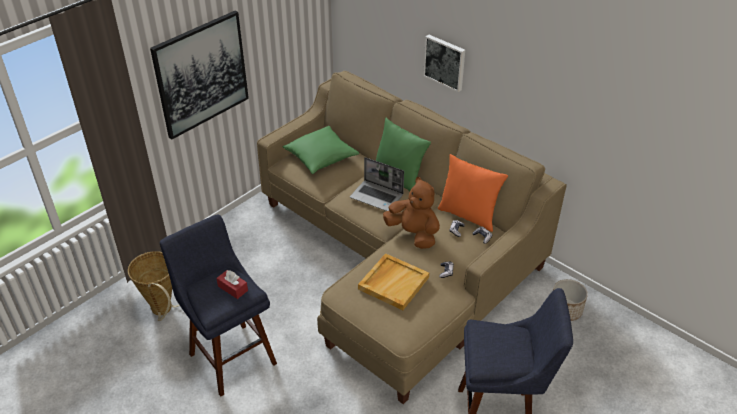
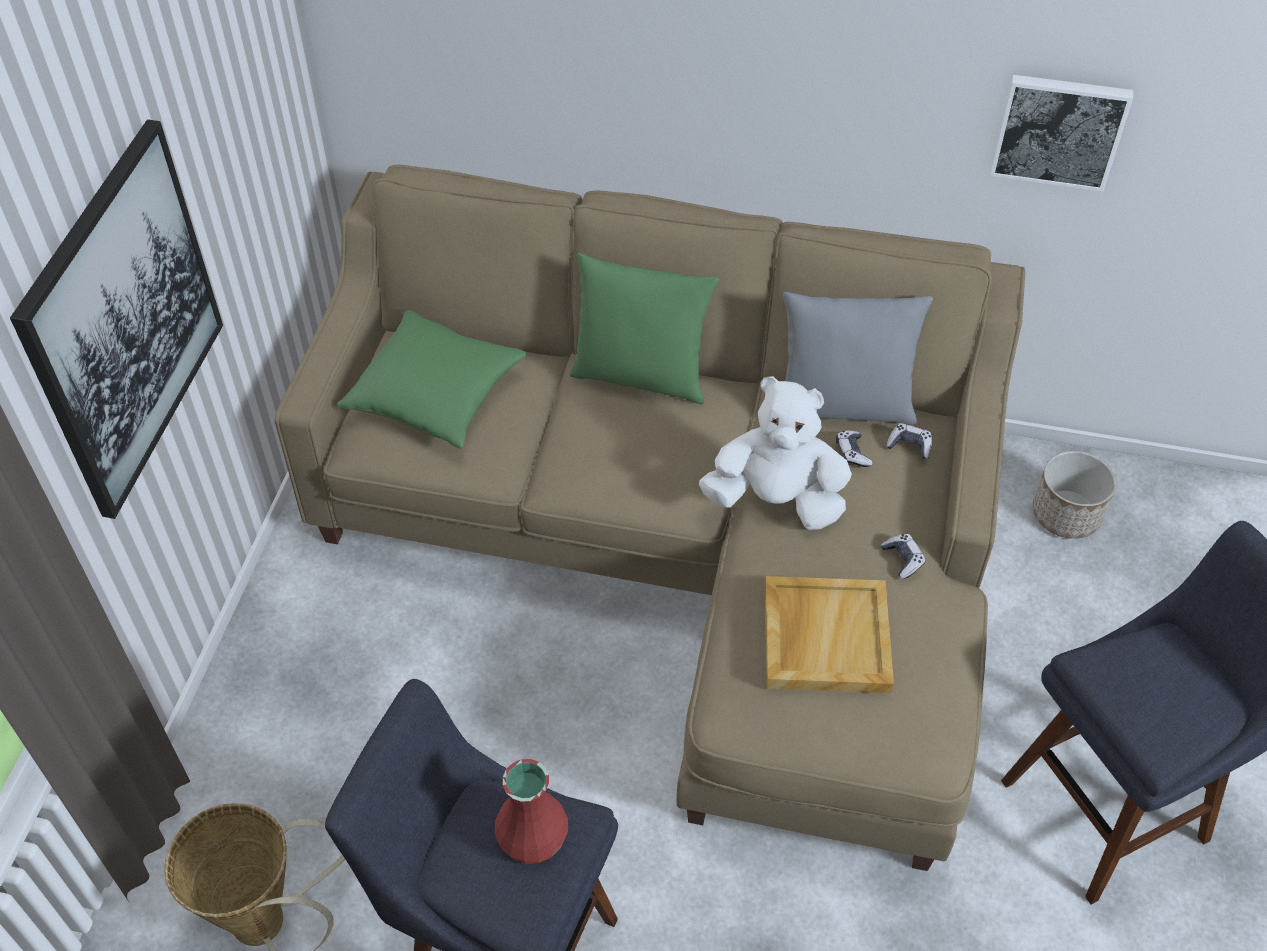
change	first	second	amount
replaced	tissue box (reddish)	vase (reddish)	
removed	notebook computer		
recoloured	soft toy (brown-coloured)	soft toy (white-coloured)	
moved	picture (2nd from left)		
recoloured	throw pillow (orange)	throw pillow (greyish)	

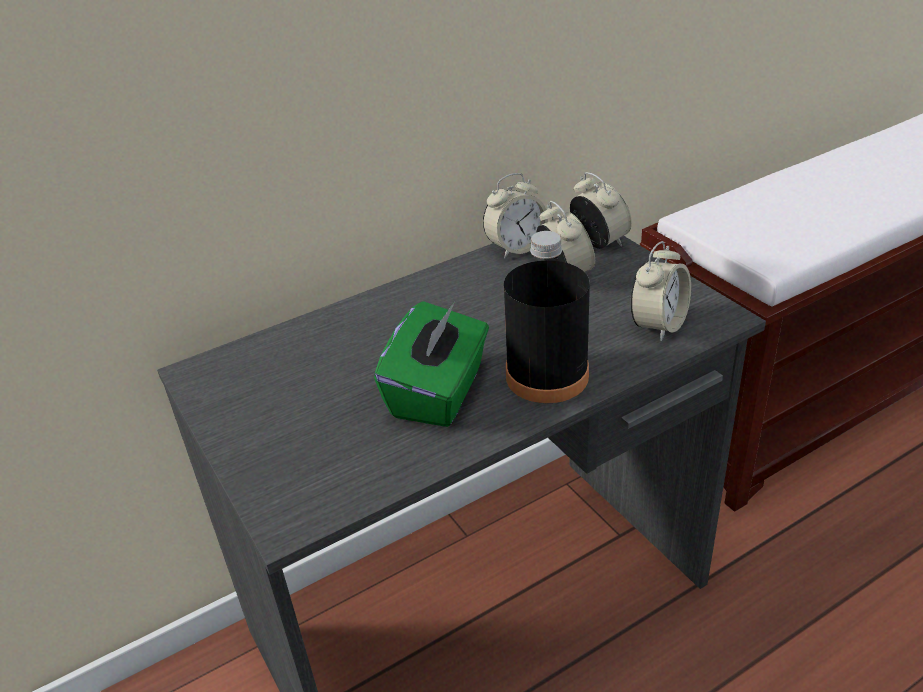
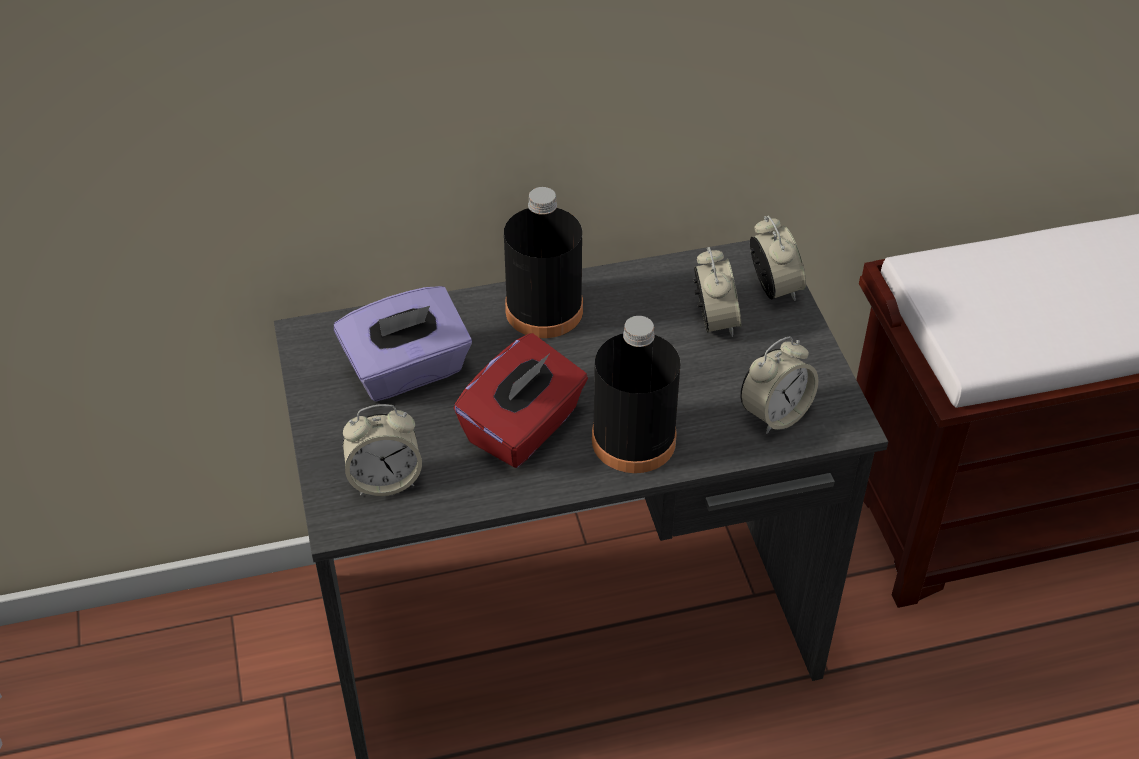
change	first	second	amount
recoloured	tissue box (greenish)	tissue box (reddish)	
moved	alarm clock (1st from left)		
added		tissue box (purple-coloured)	
added		bottle (black) (1st from left)	

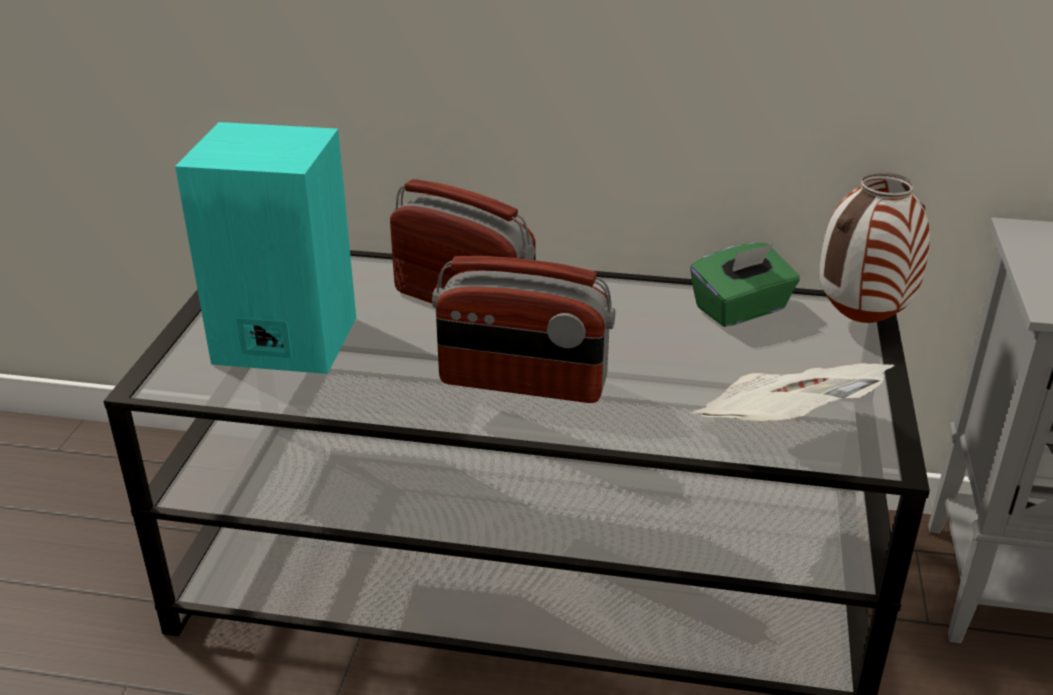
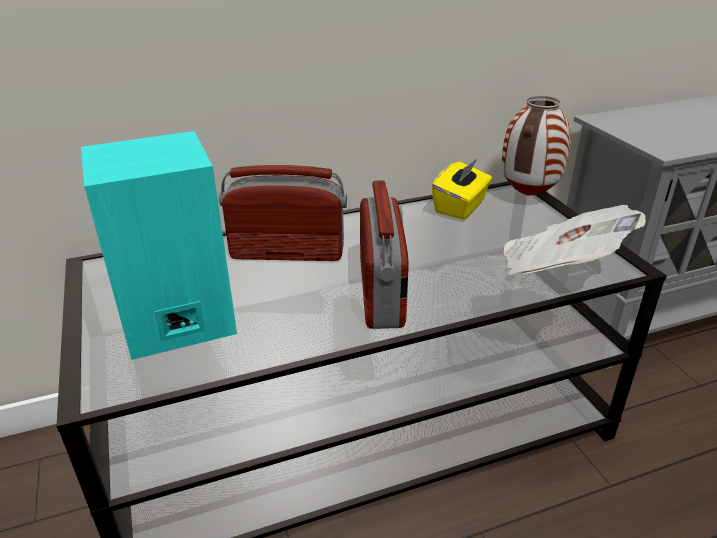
change	first	second	amount
turned	radio receiver (2nd from left)		75 degrees counterclockwise
recoloured	tissue box (greenish)	tissue box (yellow)	

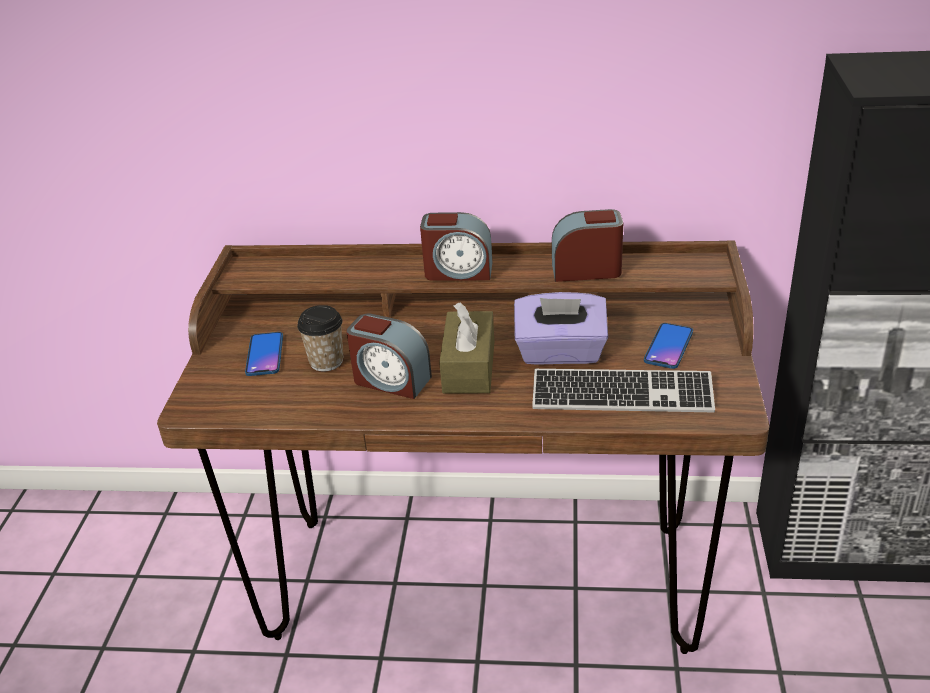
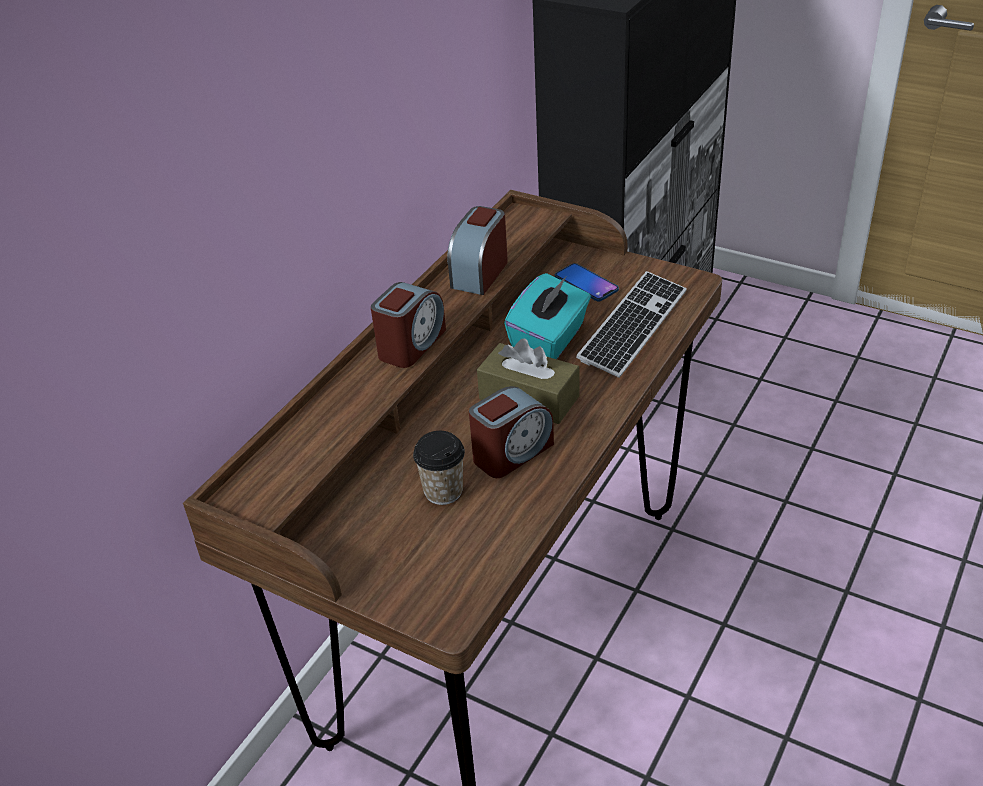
change	first	second	amount
removed	handset (1st from left)		
recoloured	tissue box (purple-coloured)	tissue box (turquoise-coloured)	

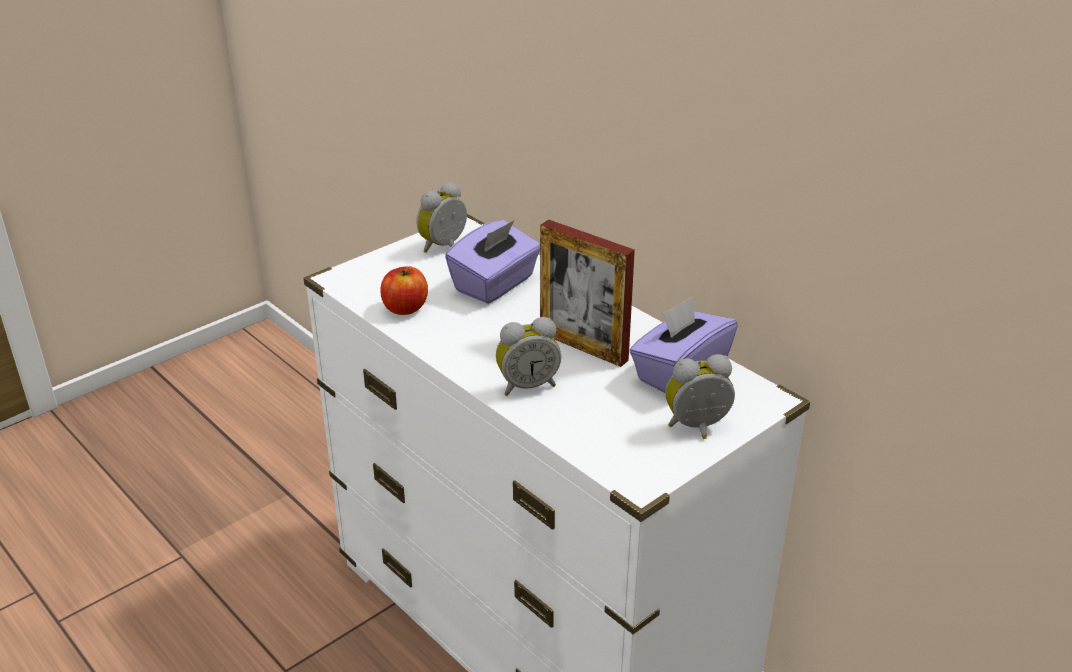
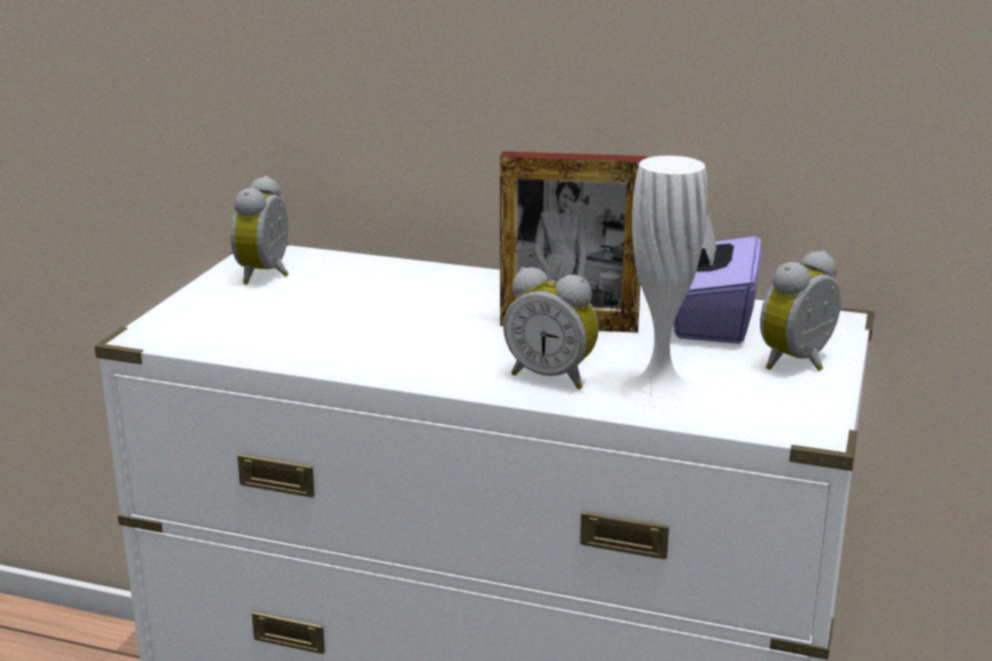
change	first	second	amount
removed	apple		
removed	tissue box (purple-coloured) (1st from left)		
turned	alarm clock (2nd from left)		75 degrees clockwise
added		vase (white-coloured)	

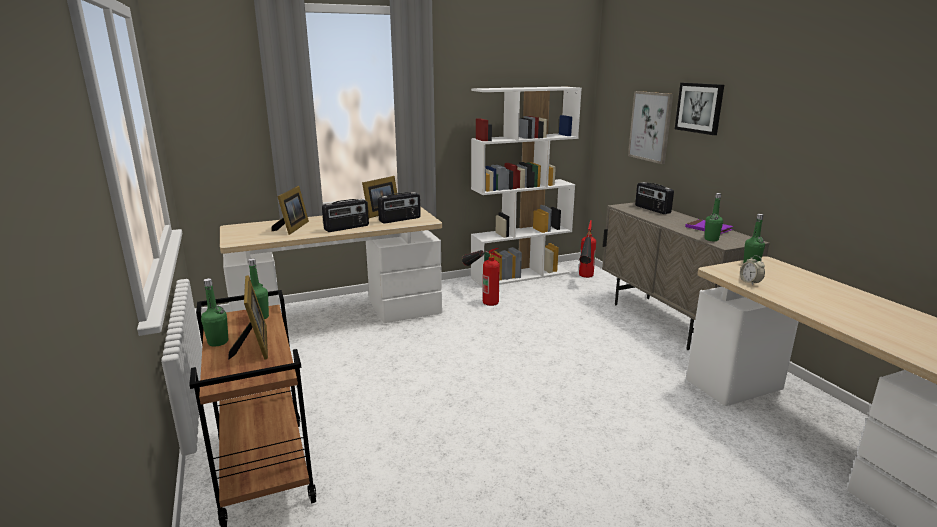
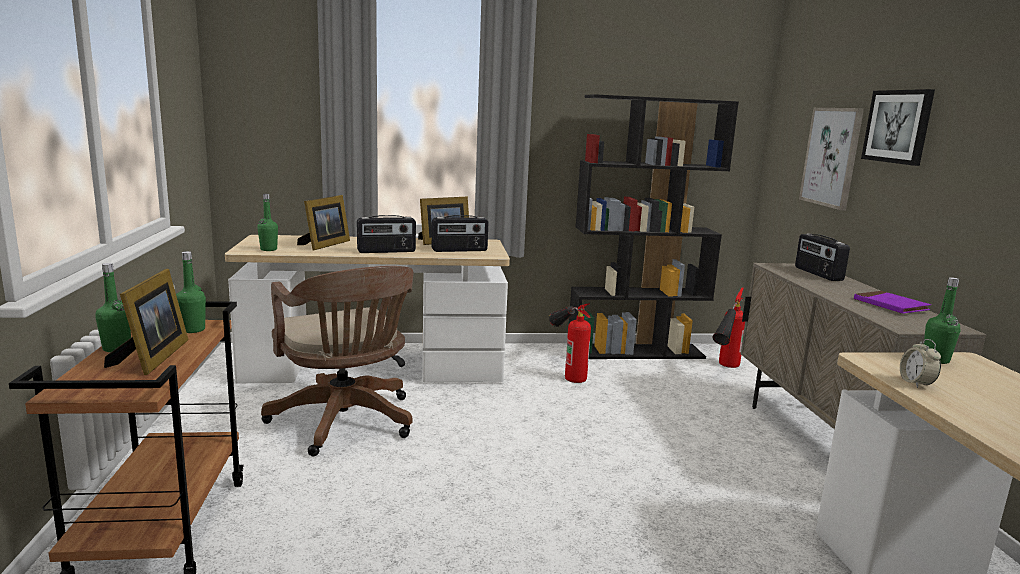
change	first	second	amount
recoloured	bookcase (white-coloured)	bookcase (black)	
moved	bottle (greenish) (3rd from left)		
added		office chair (brown-coloured)	

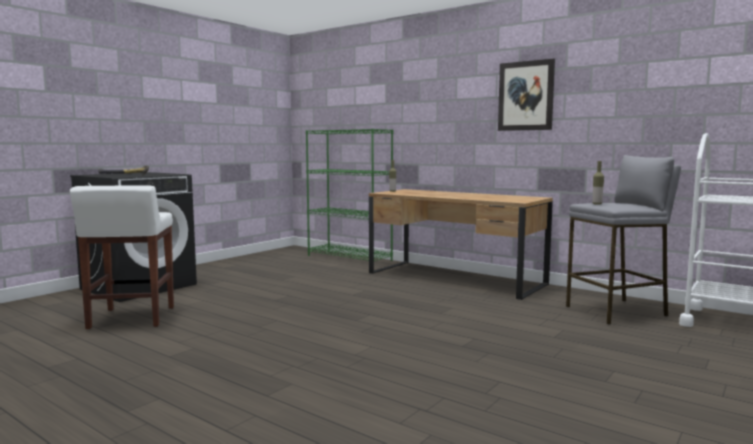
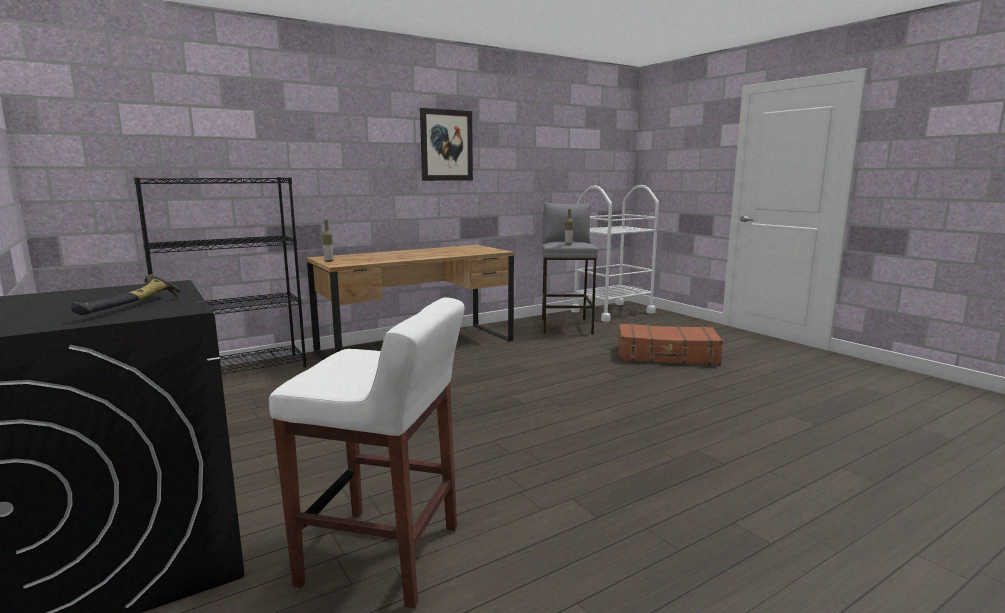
change	first	second	amount
recoloured	bookcase (greenish)	bookcase (black)	
added		piece of luggage (brown-coloured)	

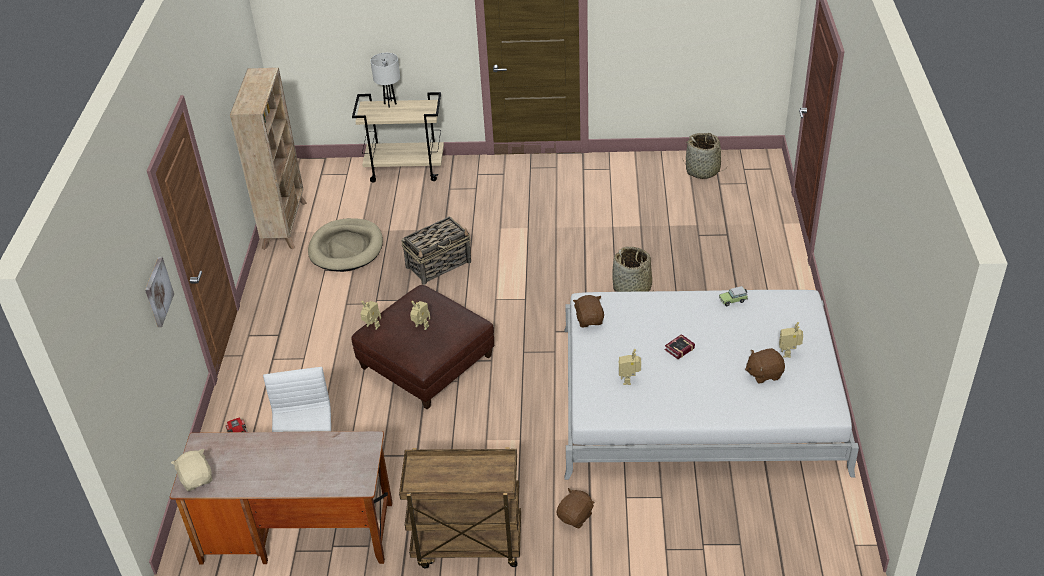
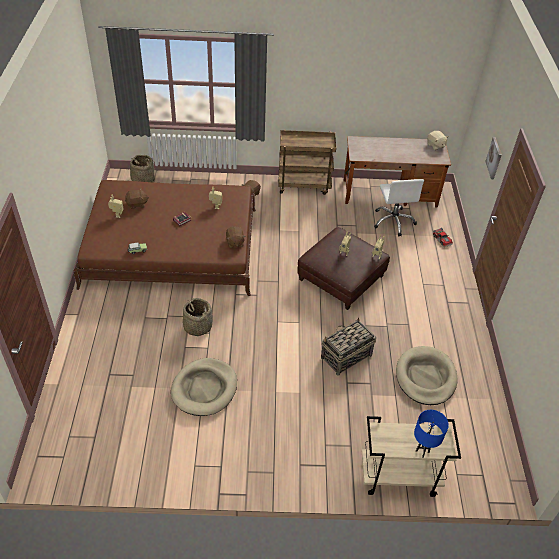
change	first	second	amount
removed	bookcase (sand-coloured)		
recoloured	lamp for a table (white-coloured)	lamp for a table (bluish)	
recoloured	sleeping bed (white-coloured)	sleeping bed (brown-coloured)	
moved	storage basket (3rd from left in the first image)	storage basket (1st from left)	
added		dog bed (sand-coloured) (1st from left)	

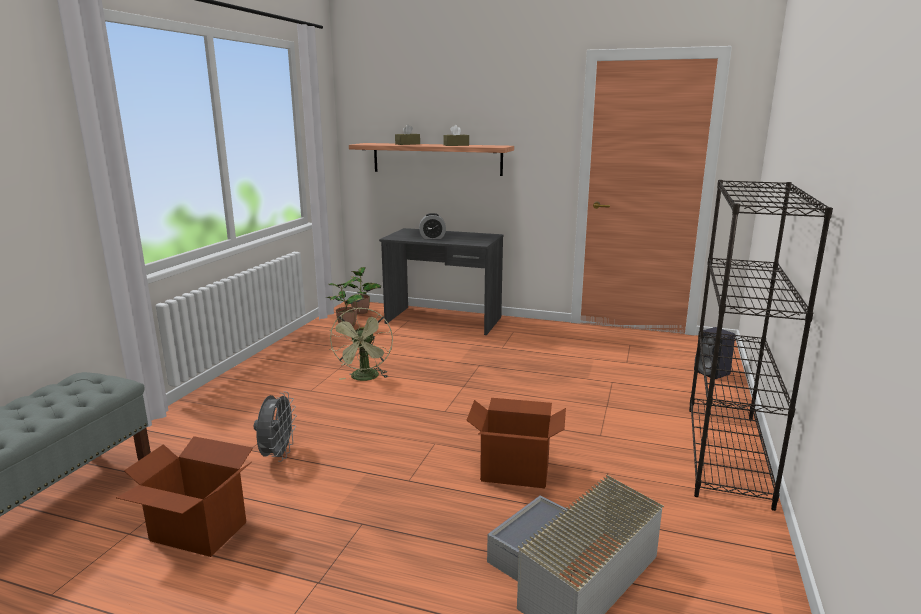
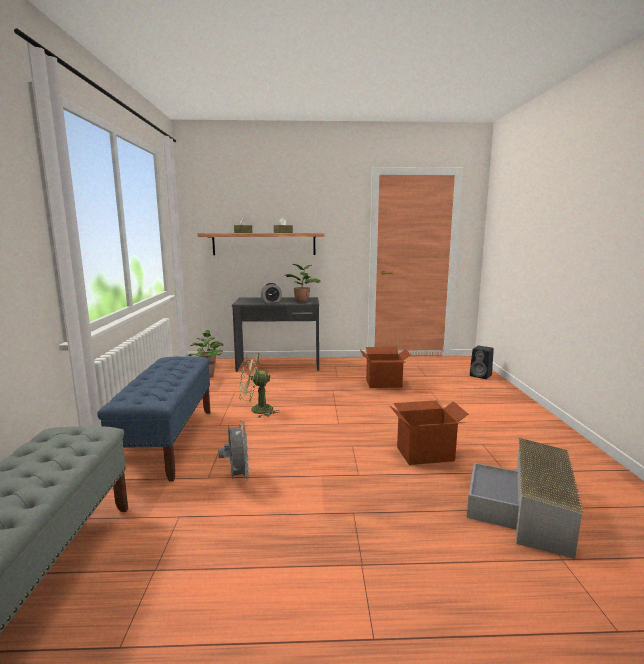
change	first	second	amount
moved	carton (1st from left)		
turned	electric fan (greenish)		105 degrees clockwise
removed	bookcase (black)		
added		long seat (bluish)	
added		potted plant (3rd from left)	

